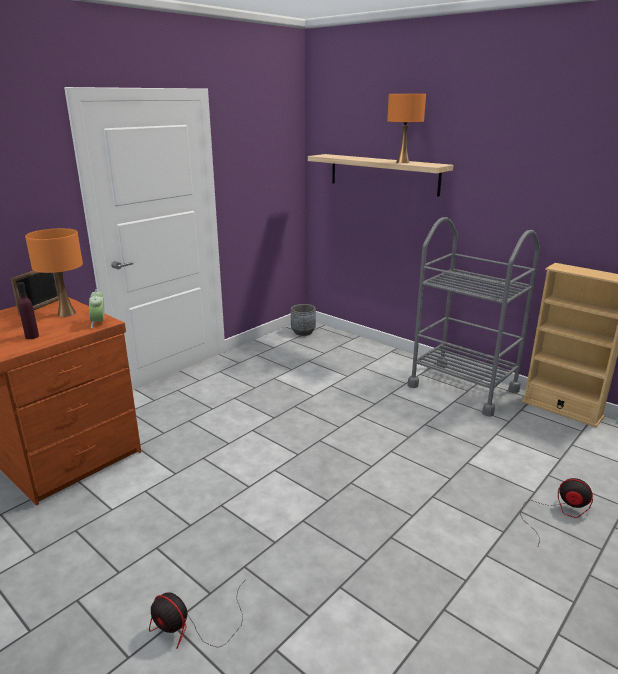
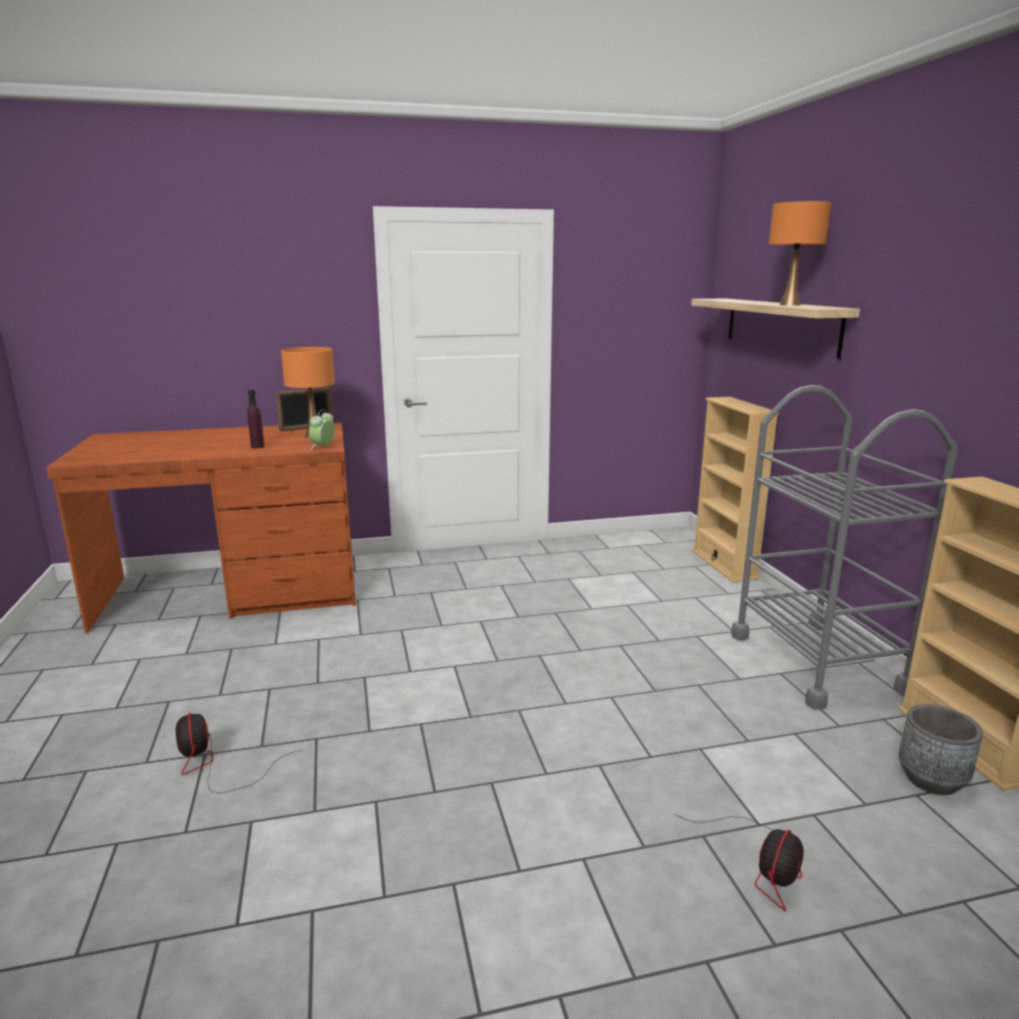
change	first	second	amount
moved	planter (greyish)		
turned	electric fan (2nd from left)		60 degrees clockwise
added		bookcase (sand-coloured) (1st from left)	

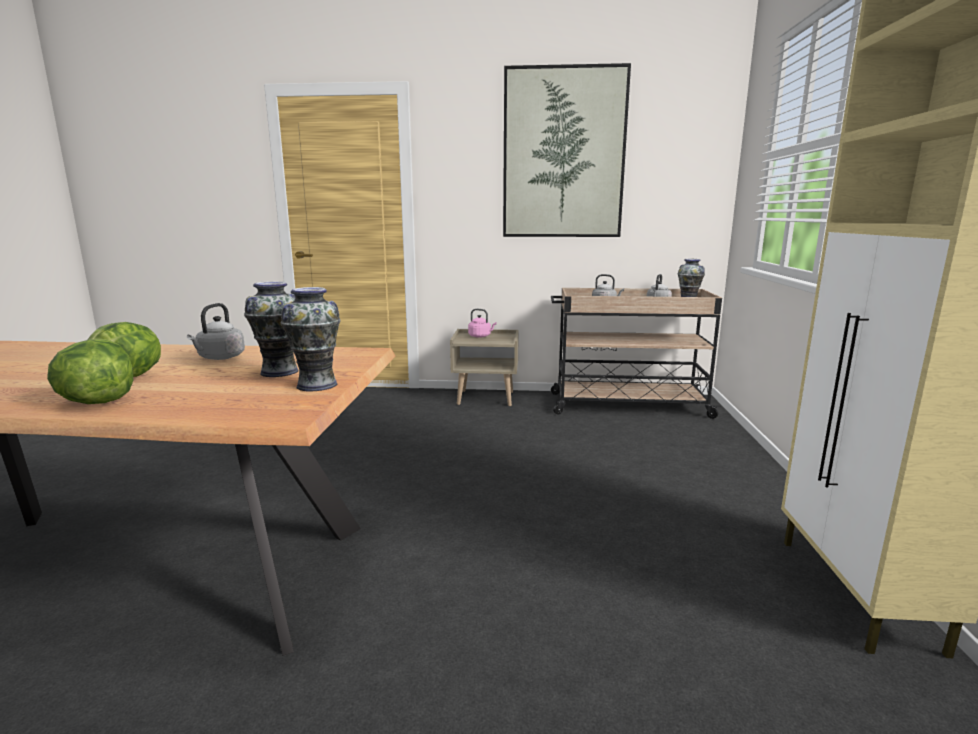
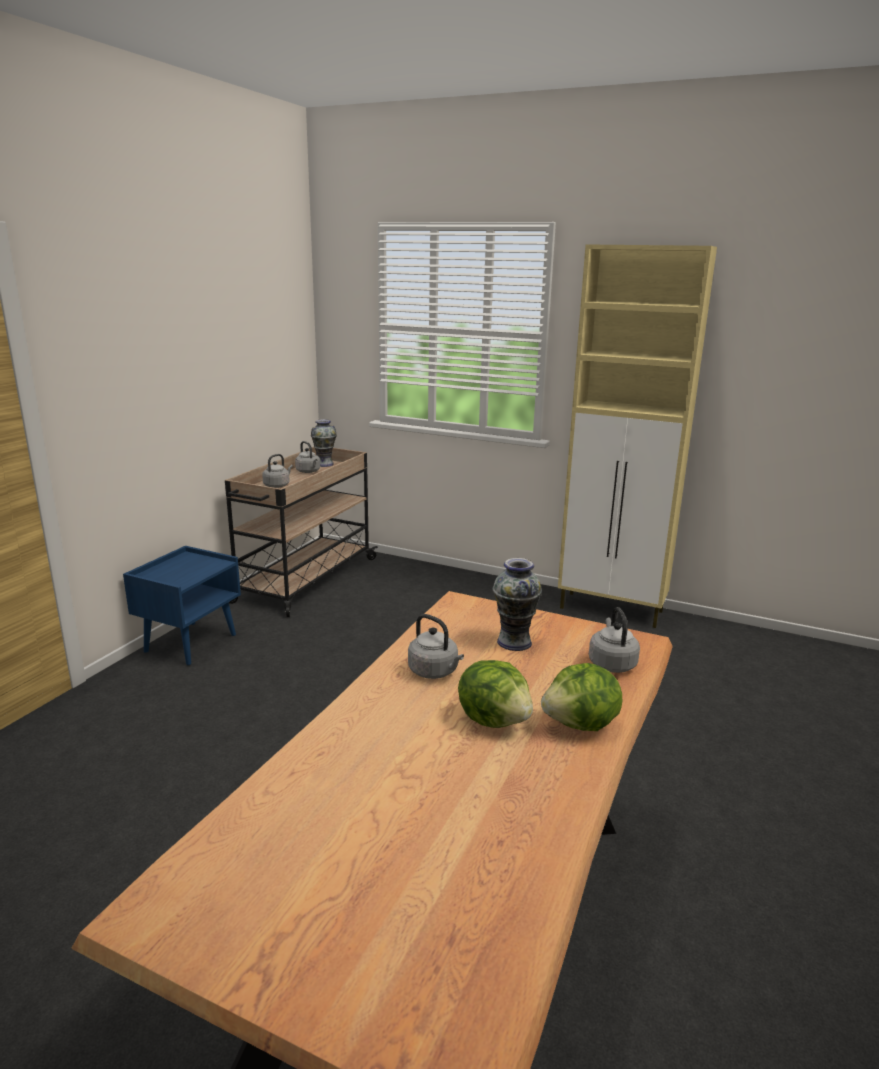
change	first	second	amount
removed	vase (2nd from left)		
recoloured	night table (sand-coloured)	night table (bluish)	
removed	tea kettle (pinkish)		
removed	picture		
added		tea kettle (greyish) (4th from left)	

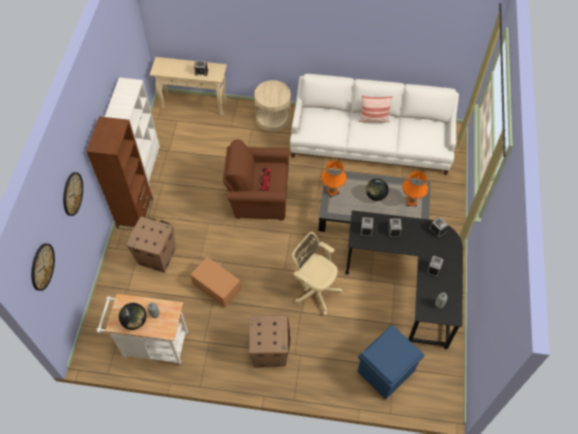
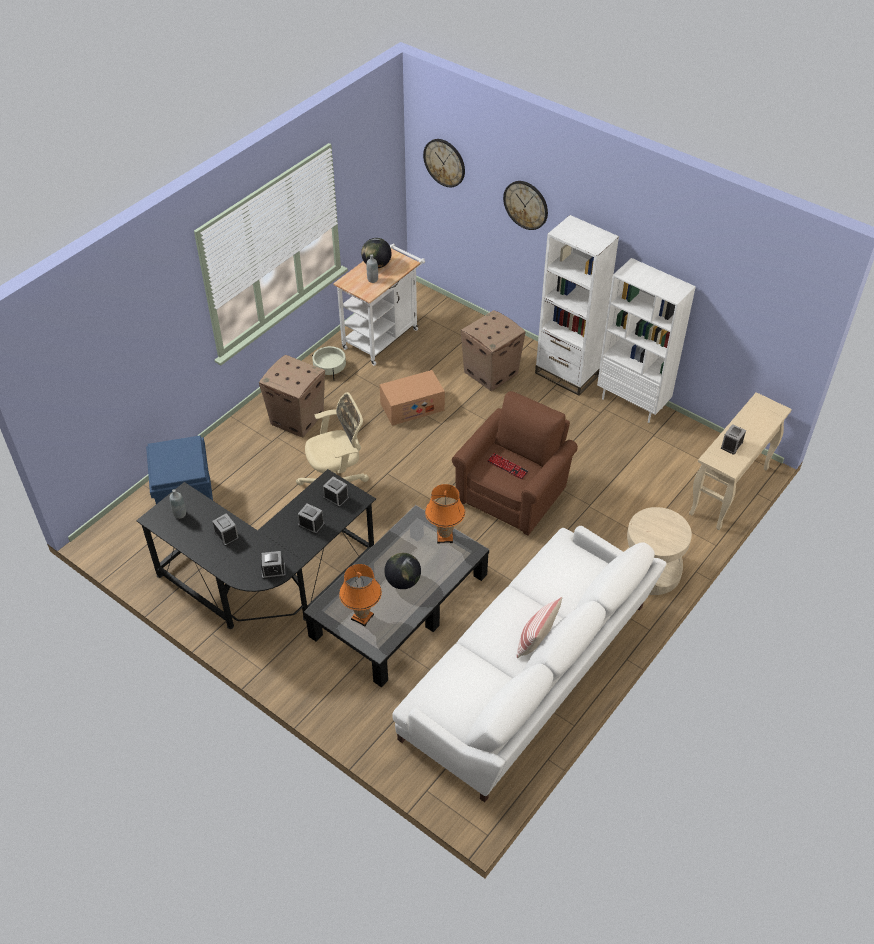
change	first	second	amount
recoloured	bookcase (brown-coloured)	bookcase (white-coloured) (1st from left)	
added		planter (sand-coloured)	

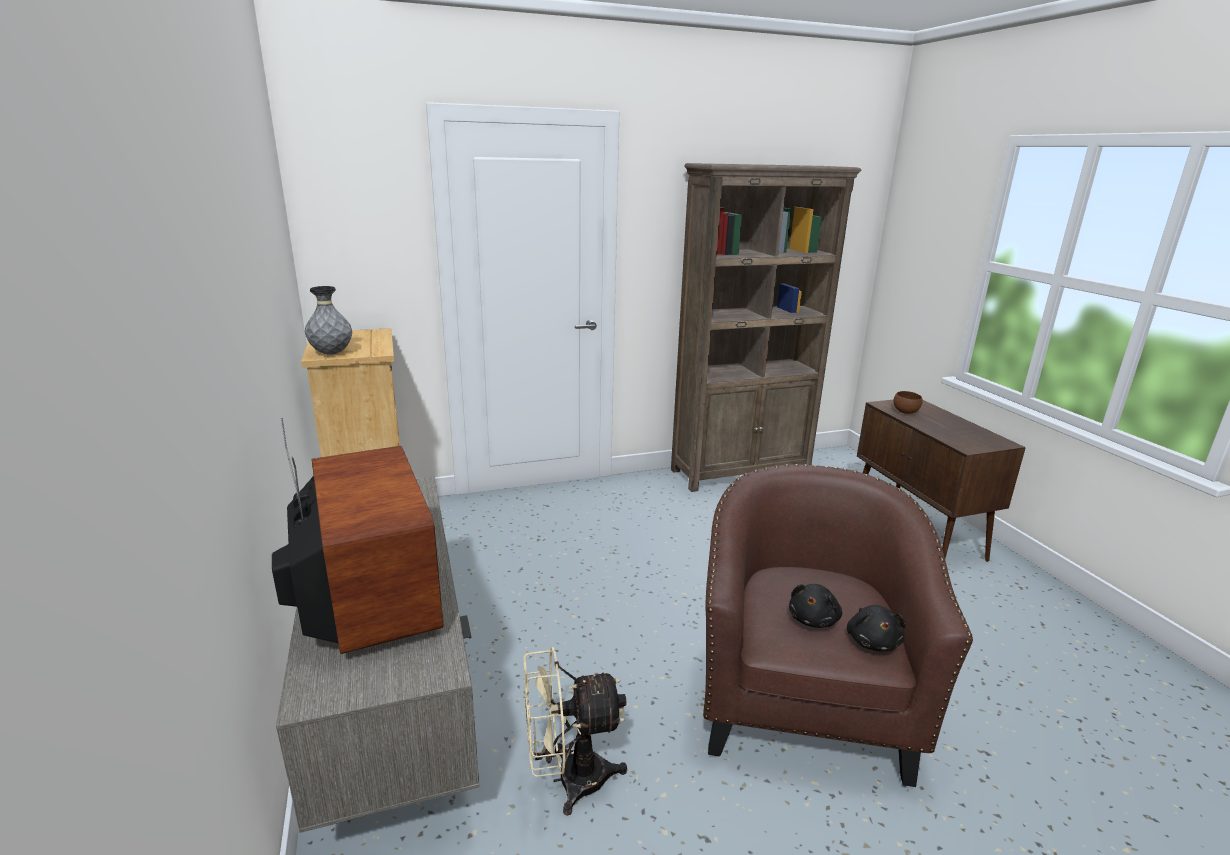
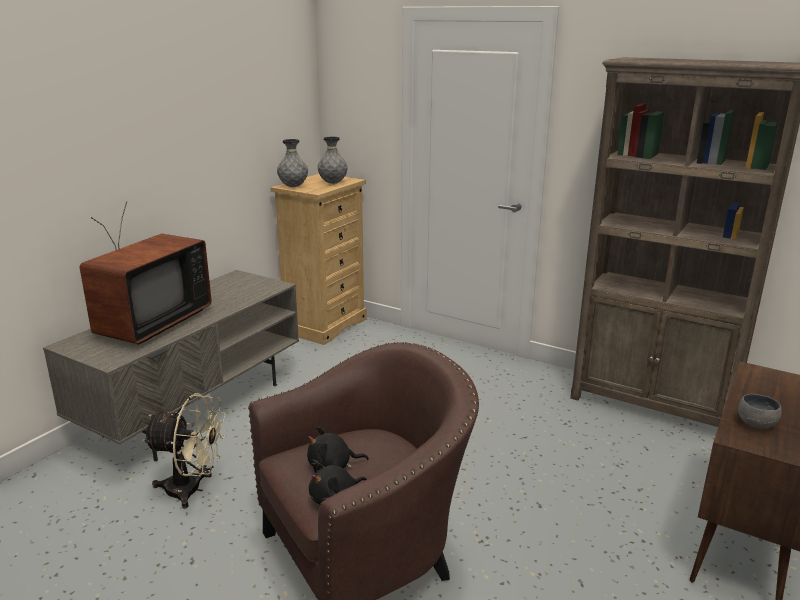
change	first	second	amount
turned	electric fan (sand-coloured)		150 degrees clockwise
removed	serving bowl (brown-coloured)		
added		vase (greyish) (2nd from left)	
added		serving bowl (greyish)	

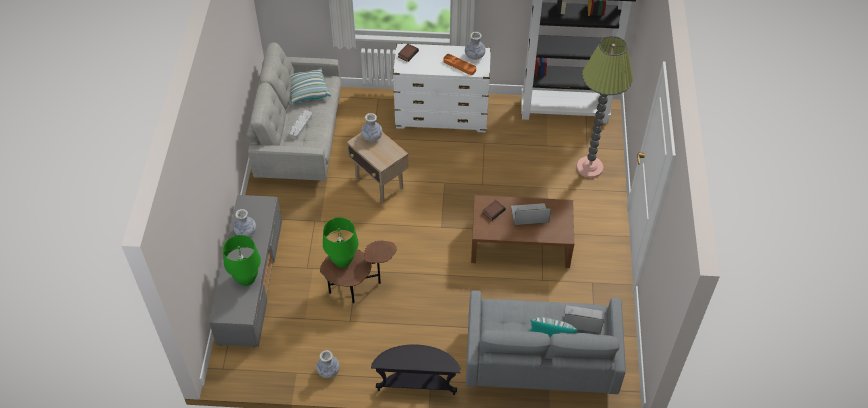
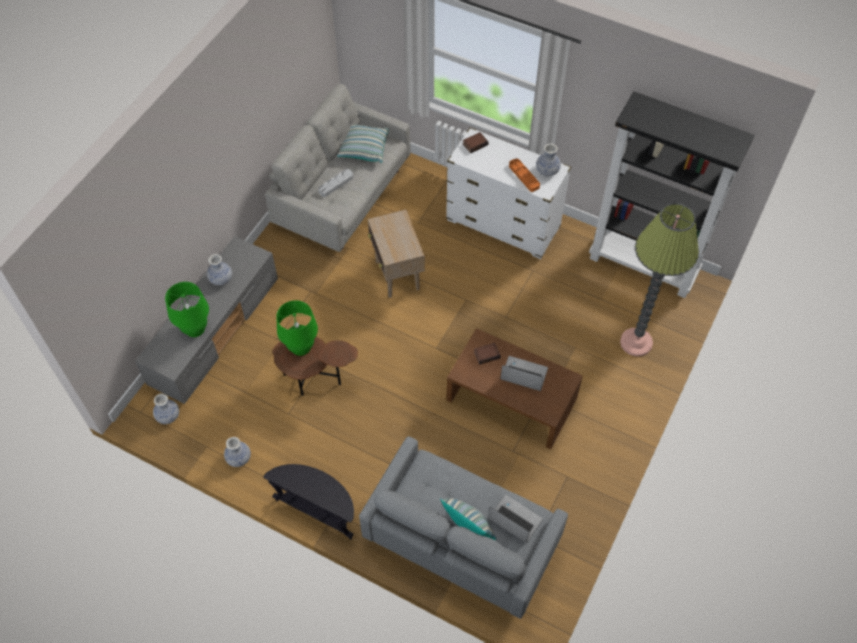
change	first	second	amount
moved	vase (3rd from left in the first image)	vase (1st from left)	

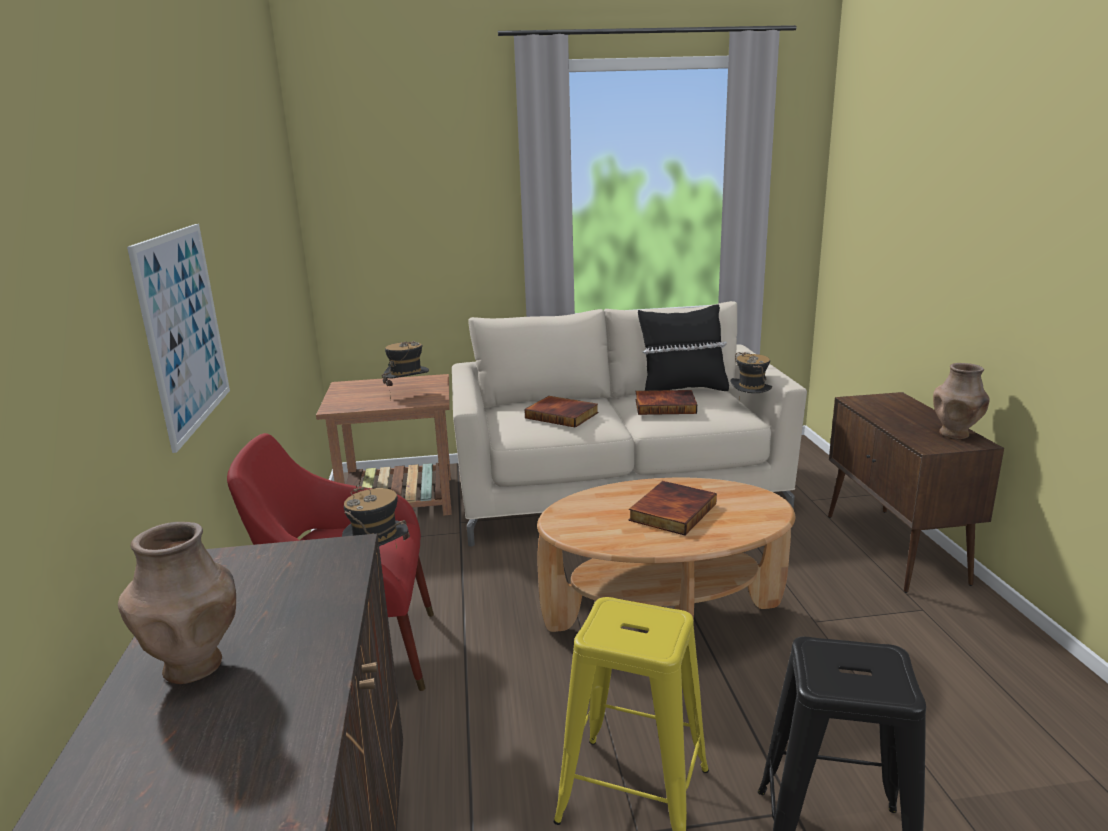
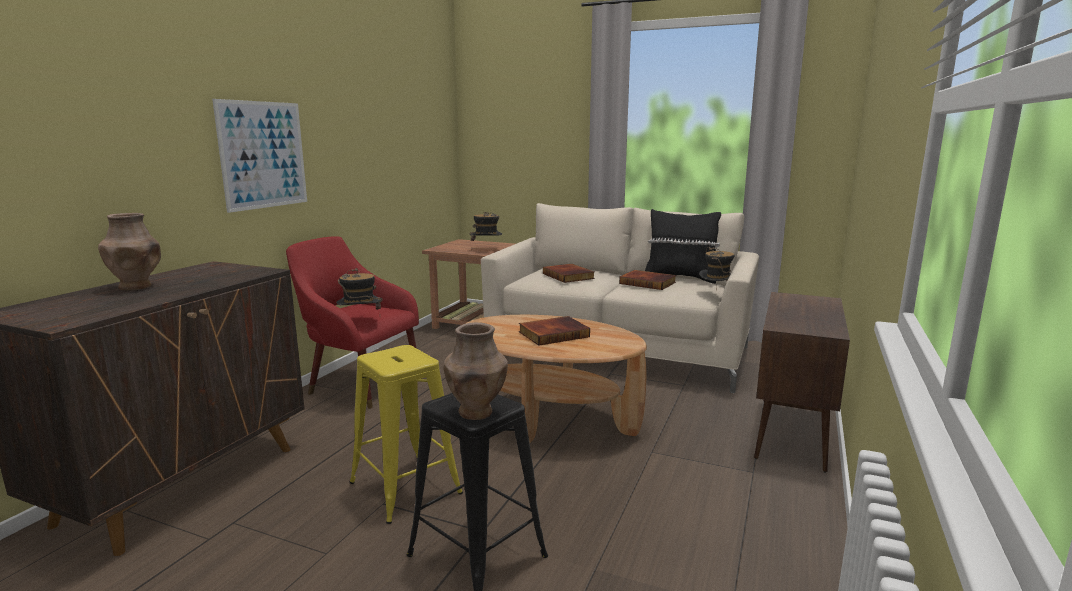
change	first	second	amount
moved	vase (brown-coloured) (2nd from left)		

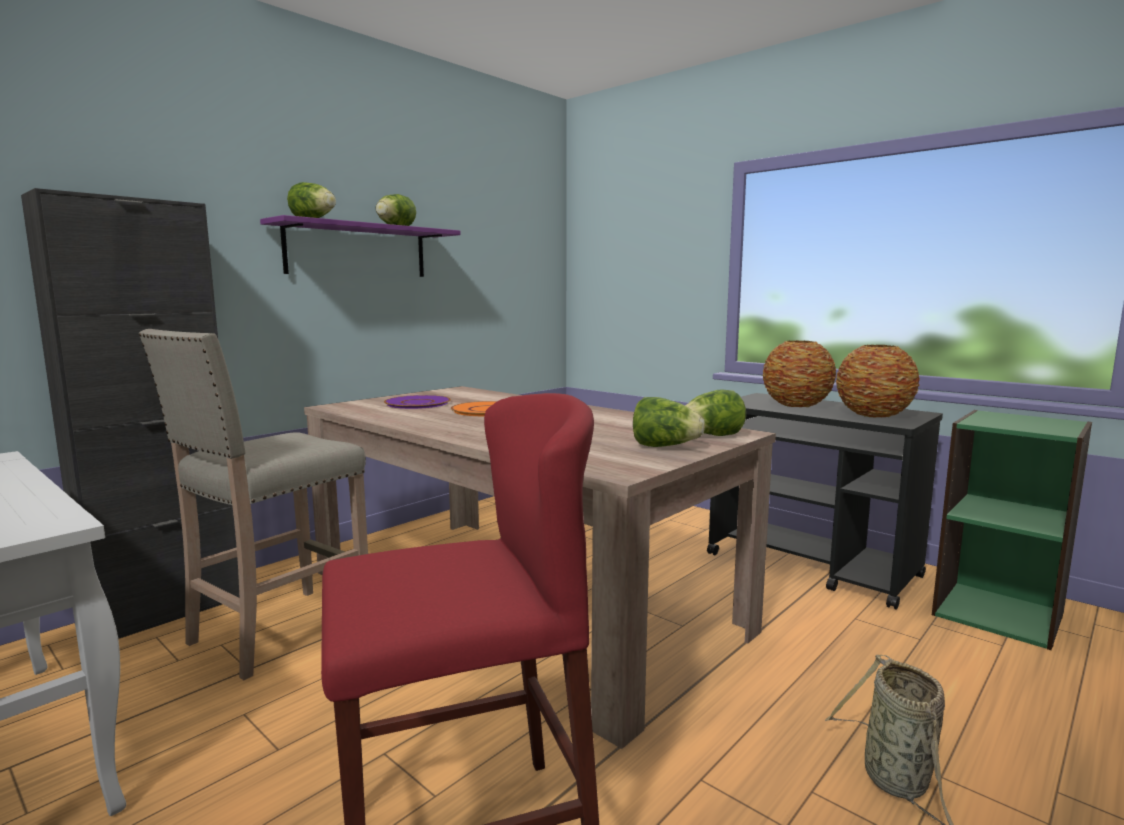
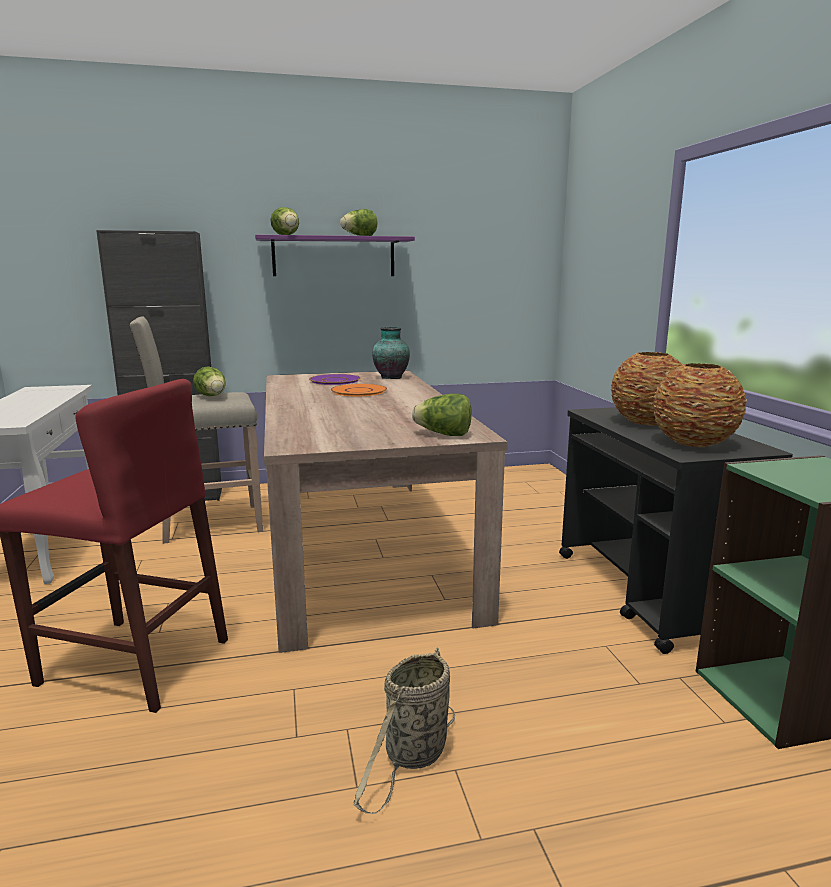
change	first	second	amount
moved	lettuce head (3rd from left in the first image)	lettuce head (1st from left)	
added		vase (1st from left)	

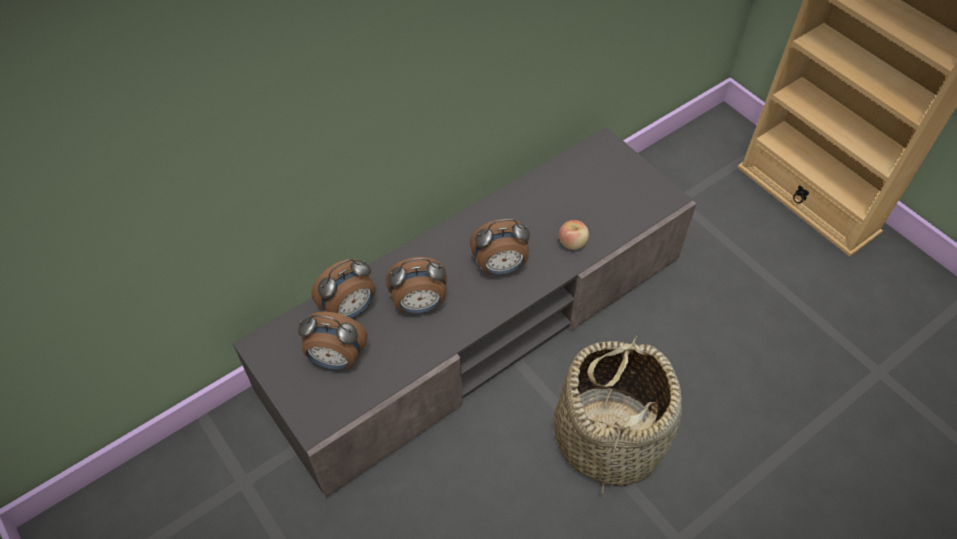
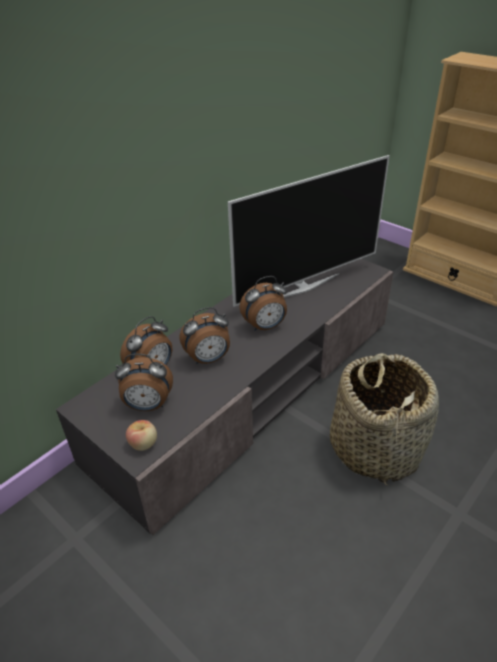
change	first	second	amount
moved	apple		
added		television	

